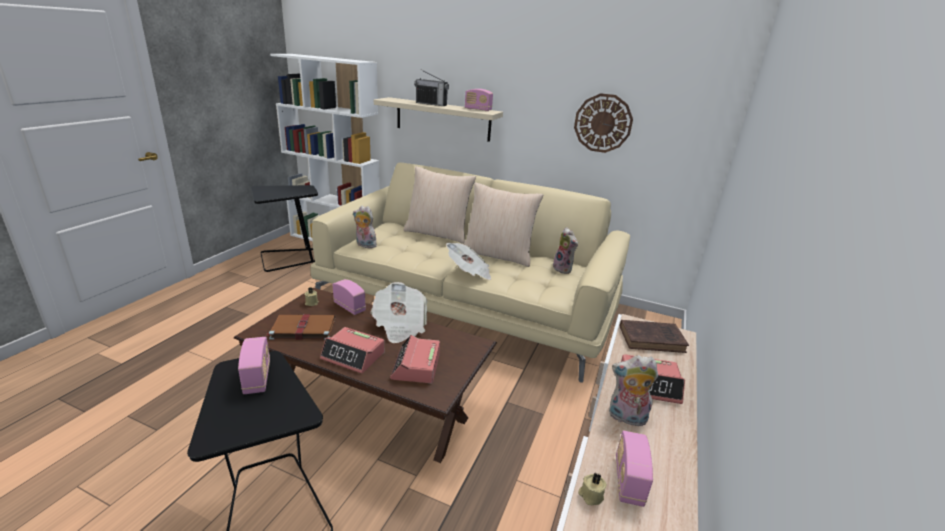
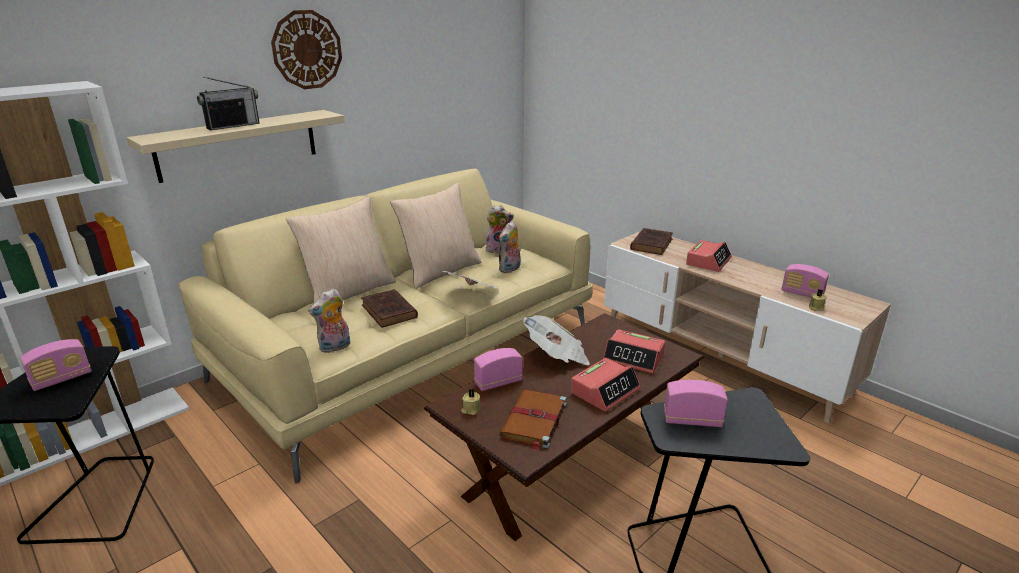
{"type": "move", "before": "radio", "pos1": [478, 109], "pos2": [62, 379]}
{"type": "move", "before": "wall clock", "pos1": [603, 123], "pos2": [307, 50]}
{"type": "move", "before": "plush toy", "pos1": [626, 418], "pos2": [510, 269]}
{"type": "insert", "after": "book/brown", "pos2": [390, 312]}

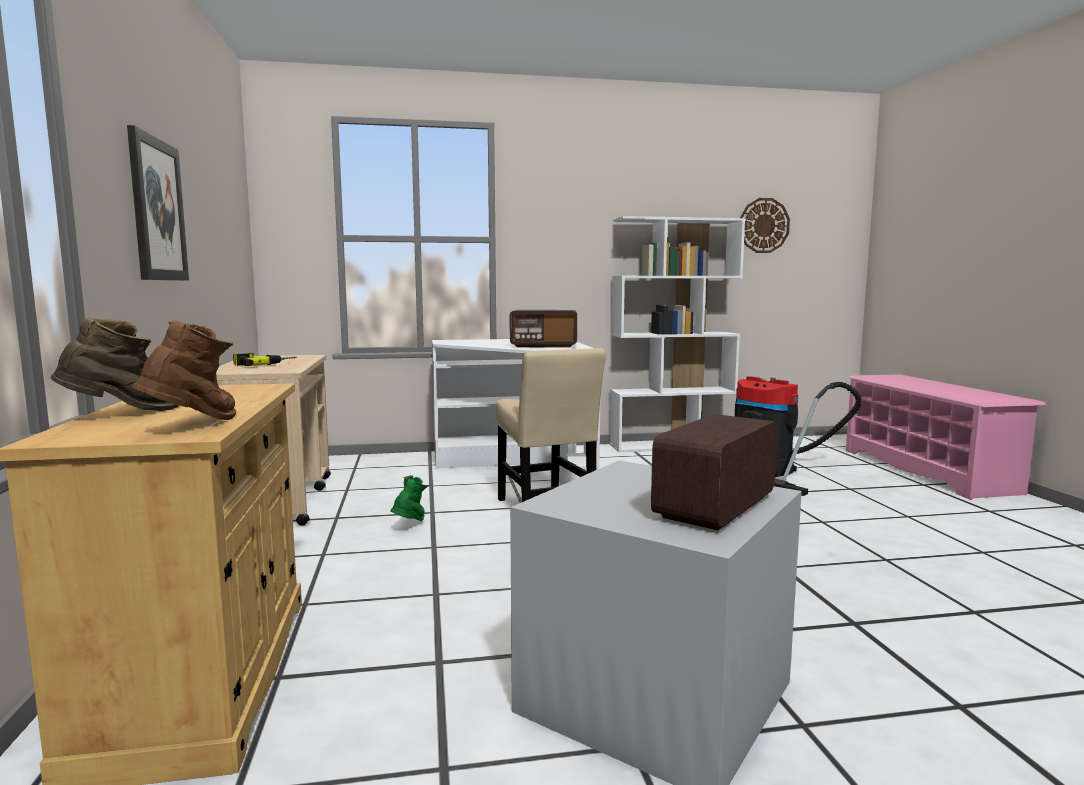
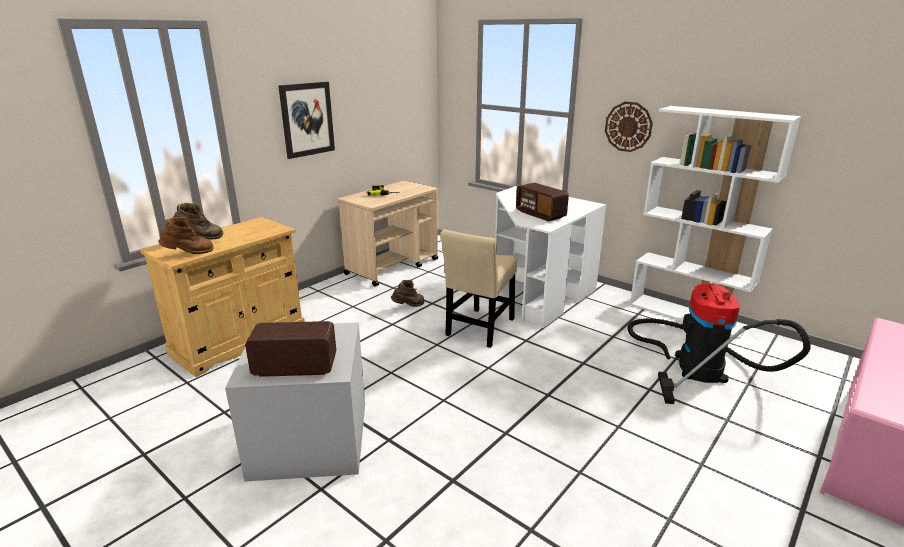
{"type": "move", "before": "wall clock", "pos1": [763, 225], "pos2": [628, 126]}
{"type": "recolor", "before": "boot/green", "after": "boot/brown", "pos1": [410, 525], "pos2": [409, 306]}

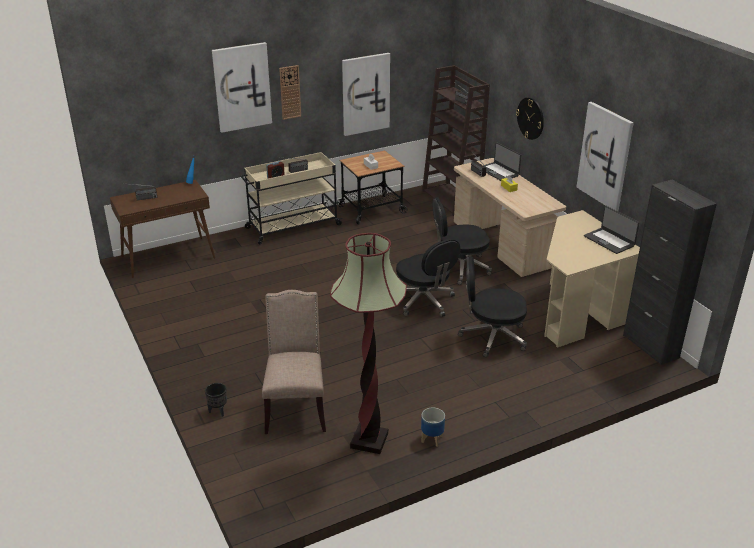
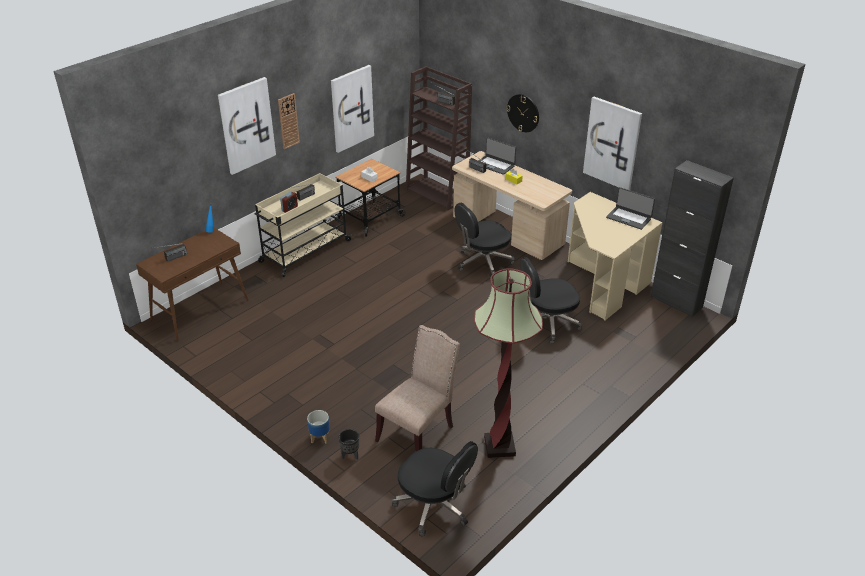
{"type": "move", "before": "office chair/black", "pos1": [424, 301], "pos2": [434, 506]}
{"type": "rotate", "before": "chair/beige", "pos1": [296, 407], "pos2": [418, 433], "turn": 60}
{"type": "move", "before": "planter", "pos1": [432, 439], "pos2": [320, 438]}

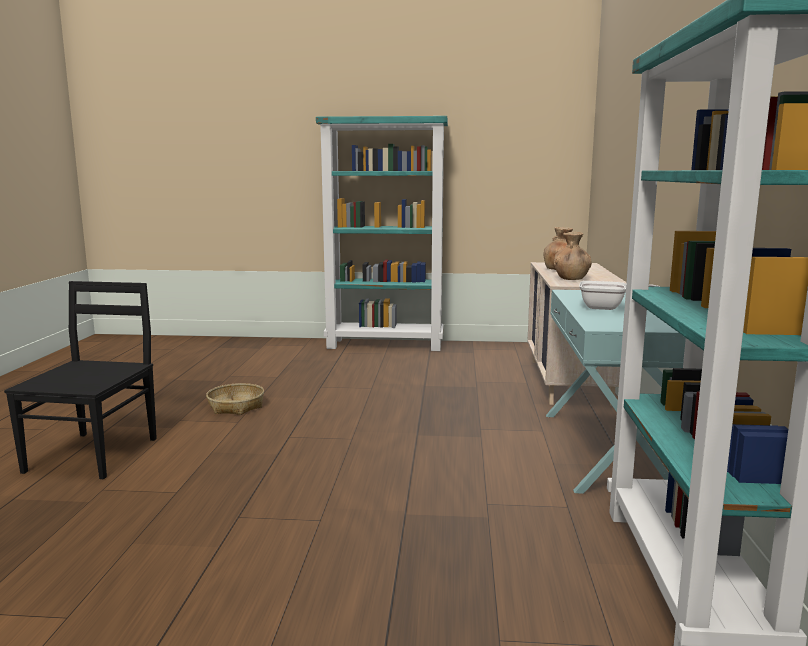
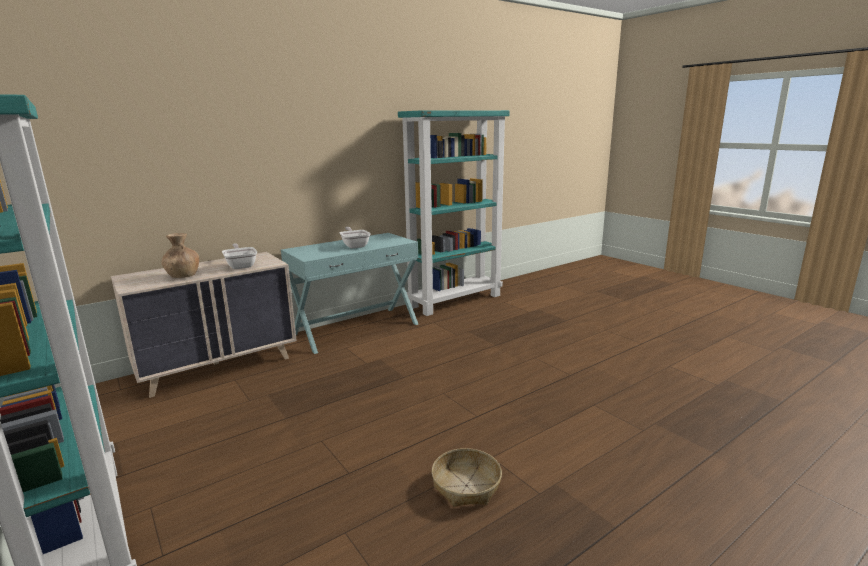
{"type": "replace", "before": "vase/brown", "after": "frying pan", "pos1": [571, 278], "pos2": [241, 265]}
{"type": "delete", "before": "chair/black", "pos1": [95, 453]}

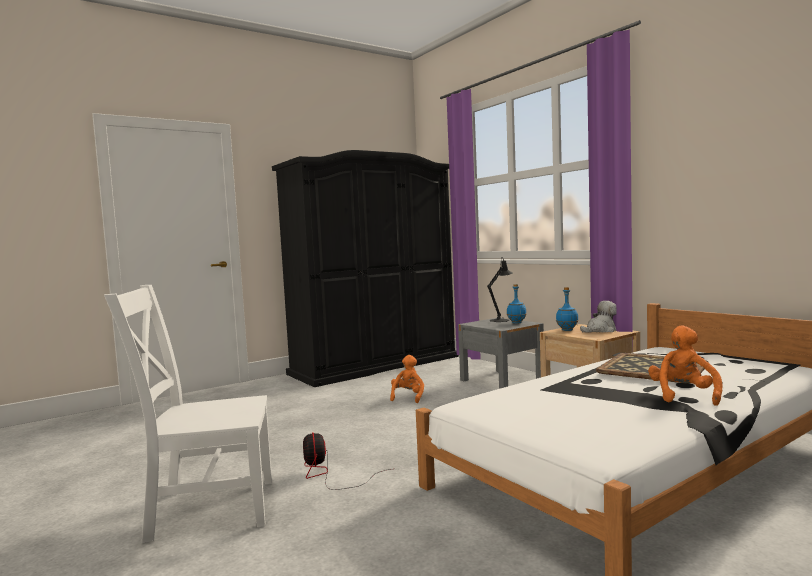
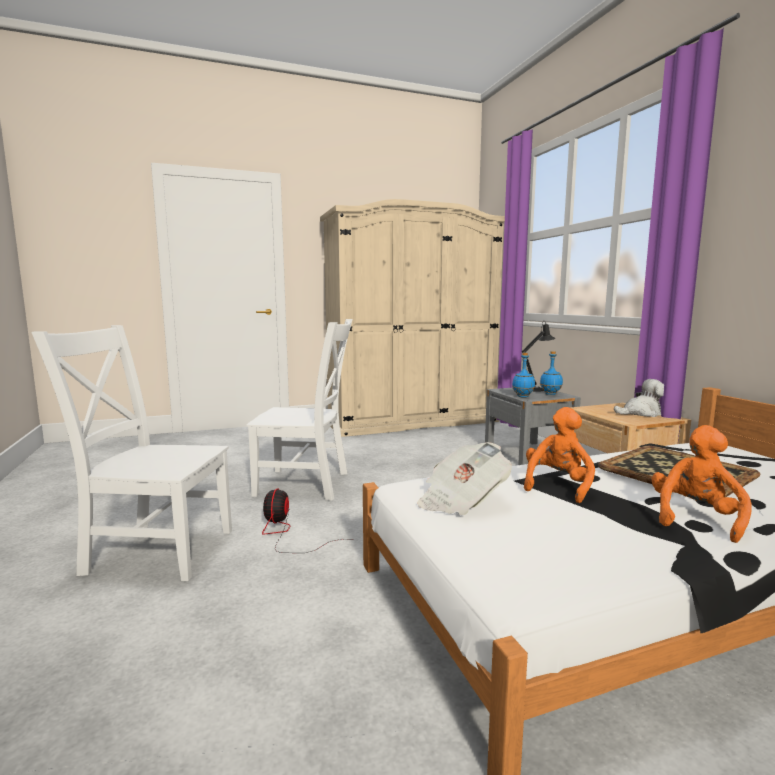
{"type": "recolor", "before": "wardrobe/black", "after": "wardrobe/beige", "pos1": [375, 365], "pos2": [411, 421]}
{"type": "move", "before": "bottle/blue", "pos1": [567, 330], "pos2": [522, 396]}
{"type": "move", "before": "plush toy/orange", "pos1": [408, 397], "pos2": [557, 486]}
{"type": "insert", "after": "chair/white", "pos2": [307, 484]}
{"type": "insert", "after": "newspaper", "pos2": [461, 501]}

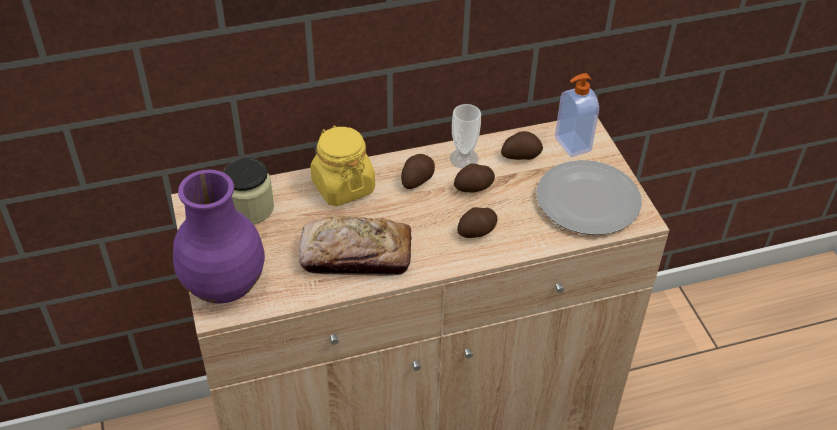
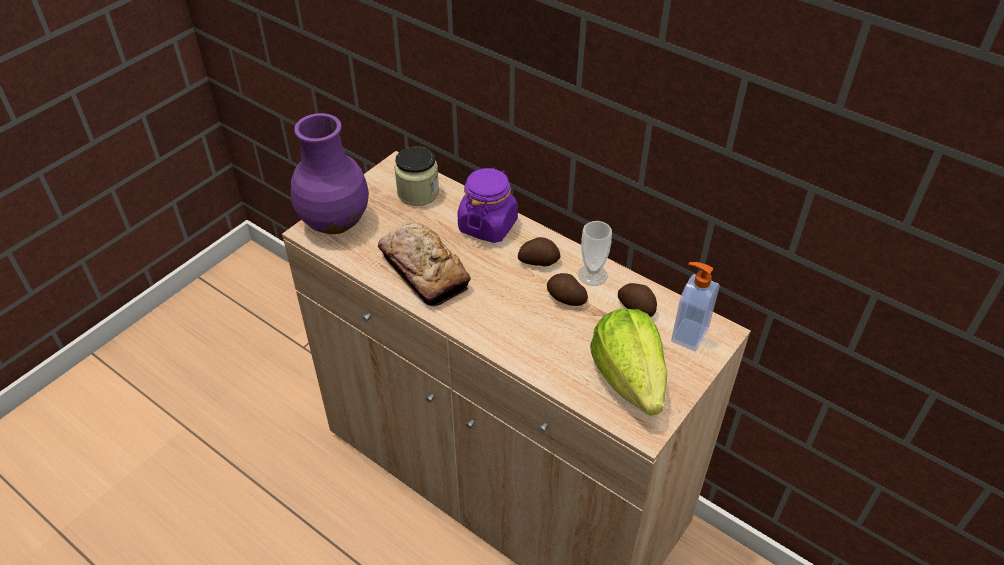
{"type": "recolor", "before": "jar/yellow", "after": "jar/purple", "pos1": [343, 186], "pos2": [488, 225]}
{"type": "replace", "before": "plate", "after": "lettuce", "pos1": [587, 199], "pos2": [629, 379]}
{"type": "delete", "before": "potato", "pos1": [478, 231]}

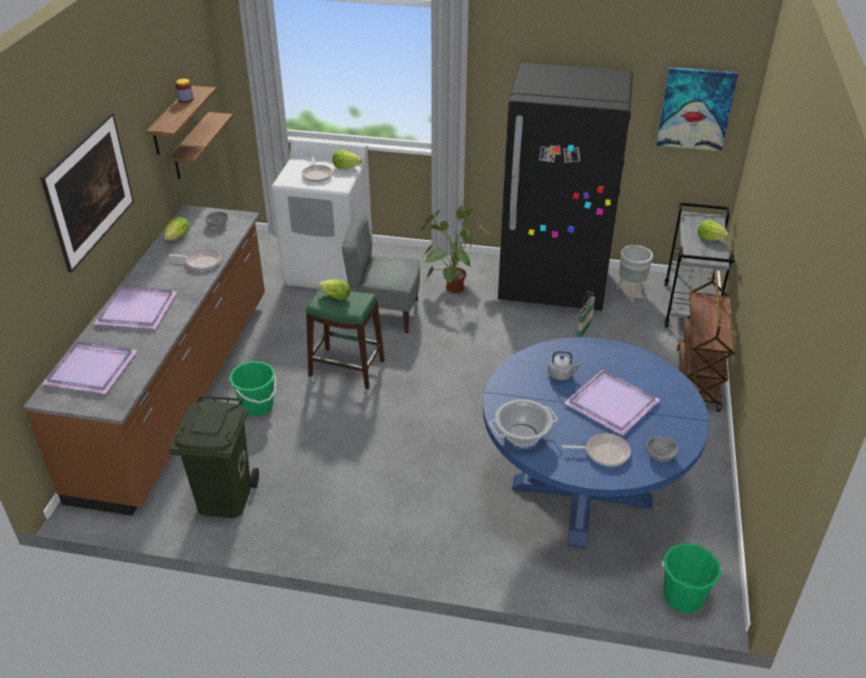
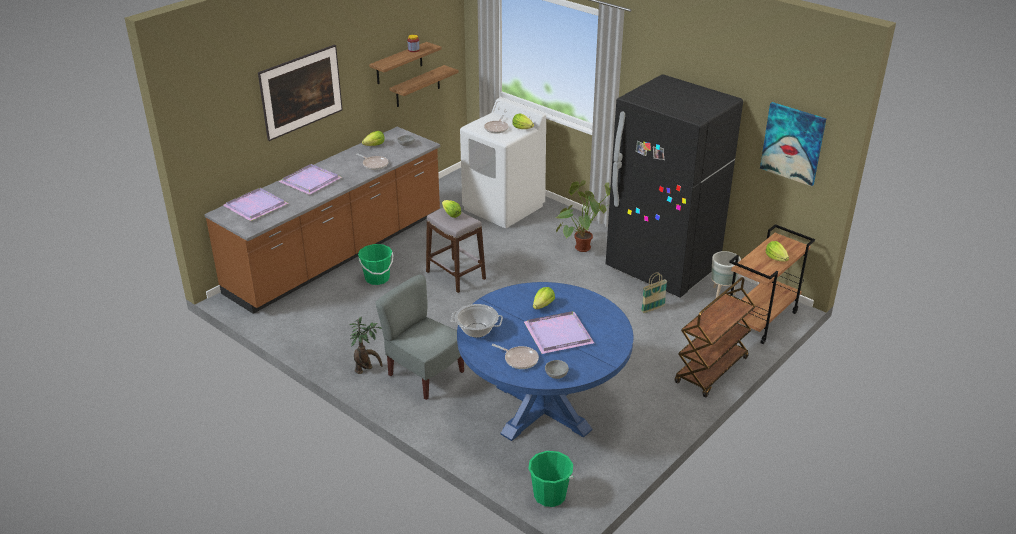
{"type": "recolor", "before": "cart/grey", "after": "cart/brown", "pos1": [689, 308], "pos2": [760, 320]}
{"type": "move", "before": "chair/grey", "pos1": [385, 313], "pos2": [424, 374]}
{"type": "recolor", "before": "stool/green", "after": "stool/grey", "pos1": [346, 368], "pos2": [456, 275]}
{"type": "replace", "before": "kettle/grey", "after": "lettuce", "pos1": [561, 375], "pos2": [543, 306]}
{"type": "delete", "before": "trash can/green", "pos1": [223, 498]}
{"type": "insert", "after": "potted plant", "pos2": [366, 369]}

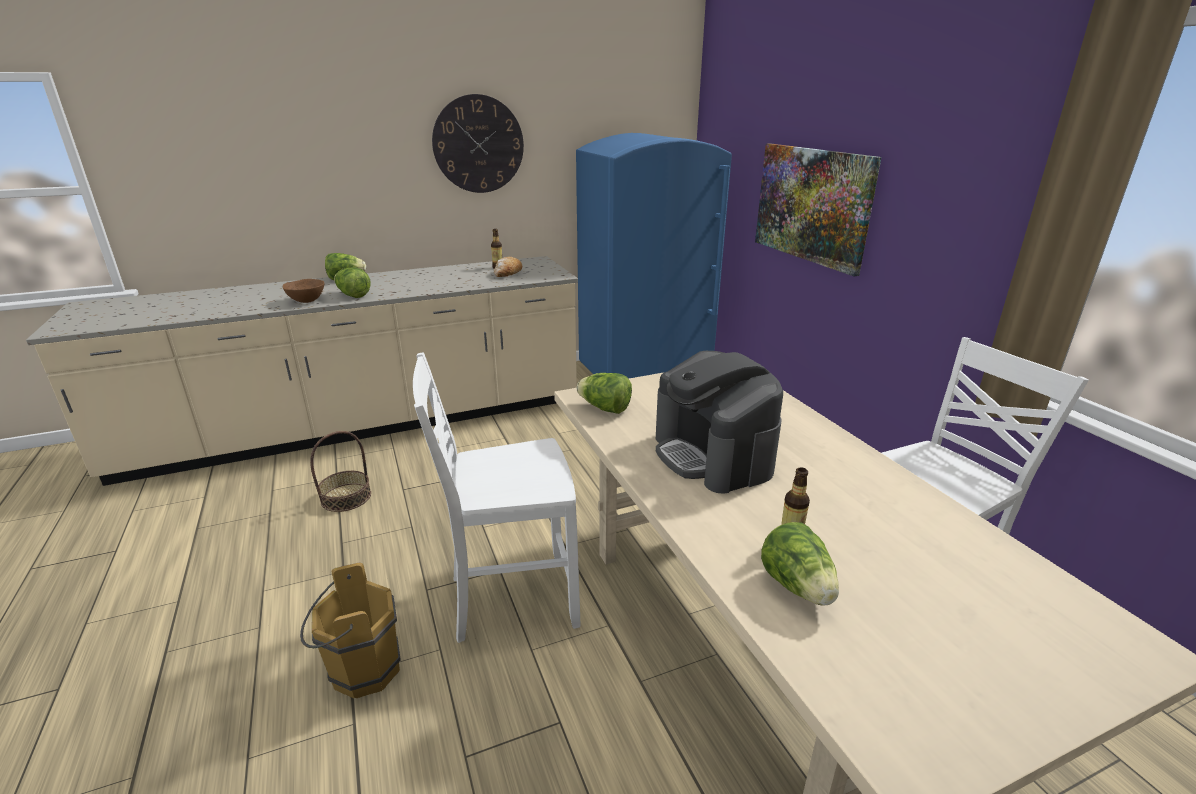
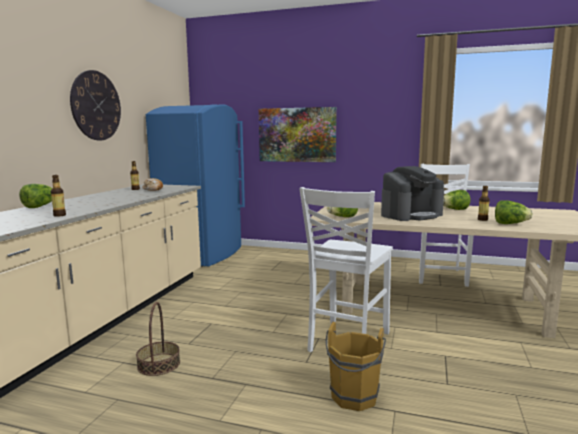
{"type": "move", "before": "lettuce", "pos1": [352, 295], "pos2": [454, 210]}
{"type": "replace", "before": "bowl/brown", "after": "bottle", "pos1": [307, 301], "pos2": [59, 215]}
{"type": "rotate", "before": "coffee machine", "pos1": [713, 455], "pos2": [411, 215], "turn": -45}

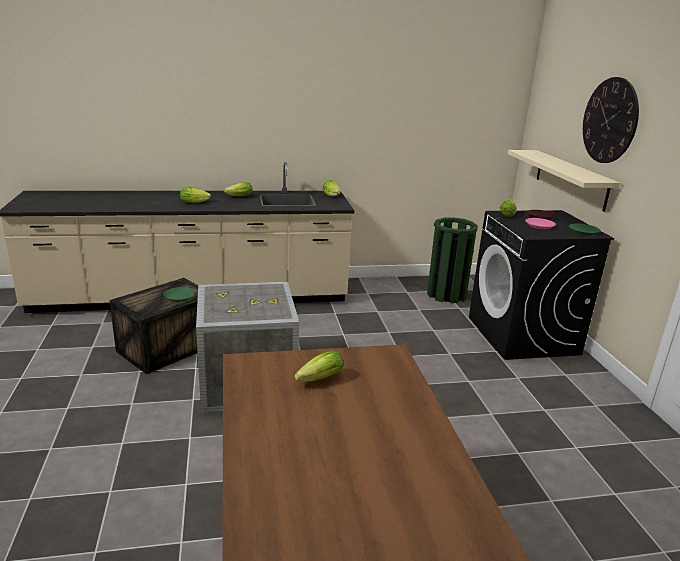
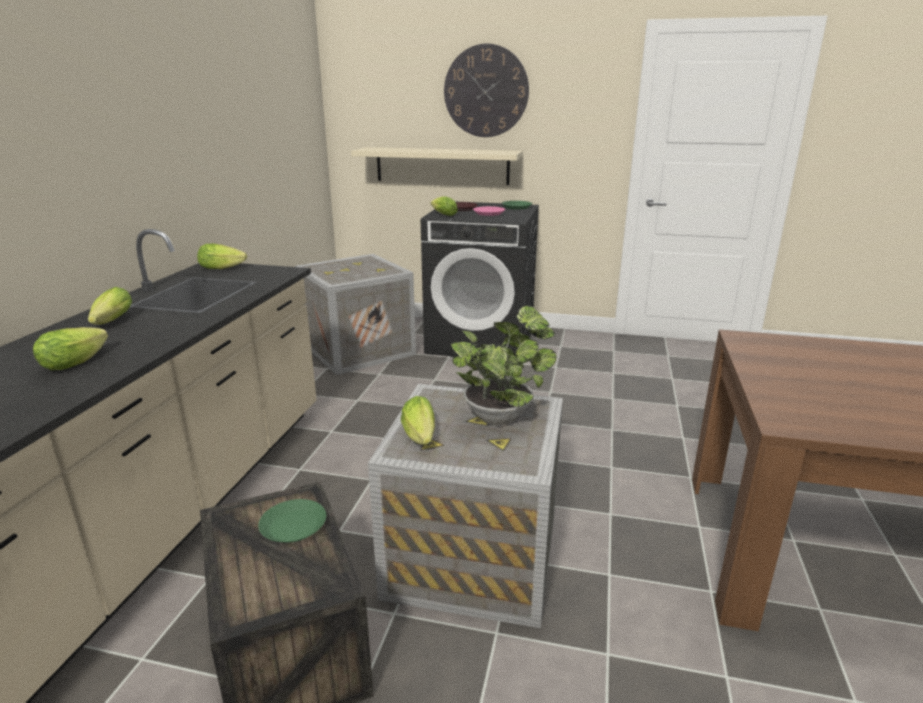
{"type": "replace", "before": "trash can/green", "after": "crate", "pos1": [446, 294], "pos2": [359, 349]}
{"type": "move", "before": "lettuce", "pos1": [317, 380], "pos2": [420, 437]}
{"type": "insert", "after": "potted plant", "pos2": [501, 415]}

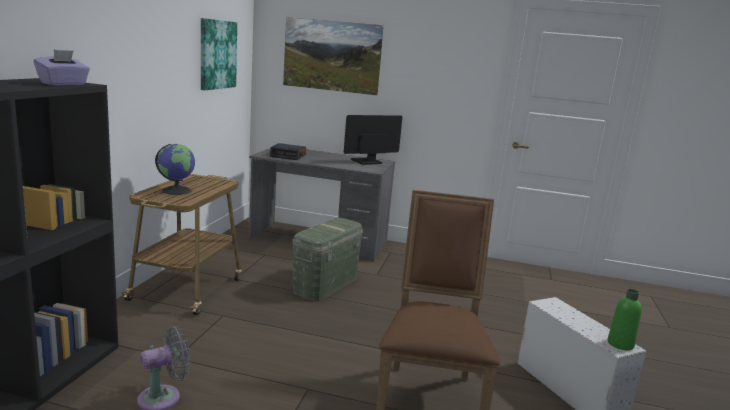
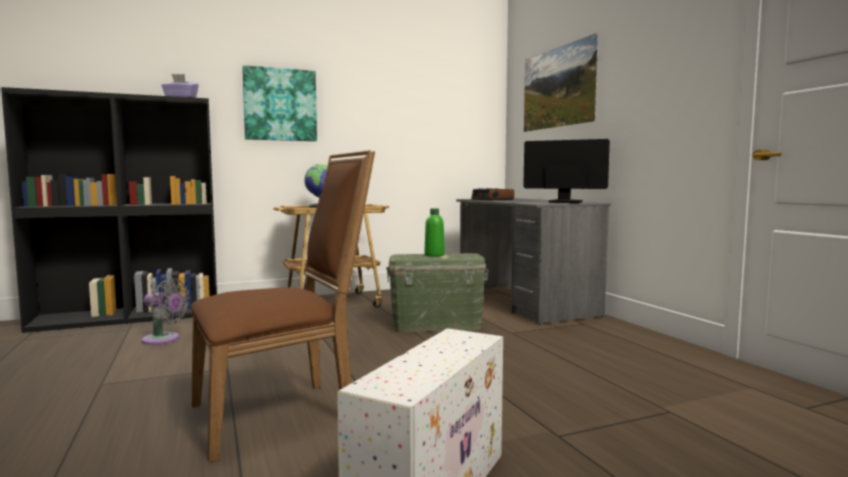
{"type": "move", "before": "picture", "pos1": [217, 54], "pos2": [280, 105]}
{"type": "move", "before": "bottle/green", "pos1": [620, 344], "pos2": [434, 255]}

